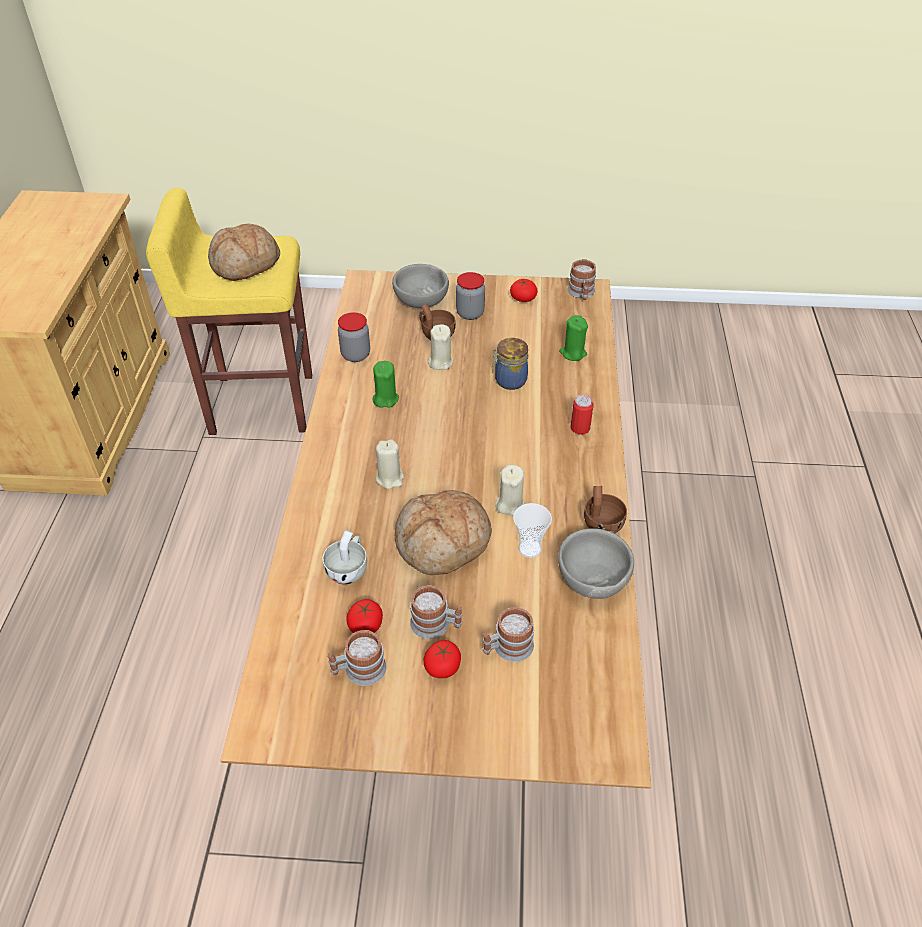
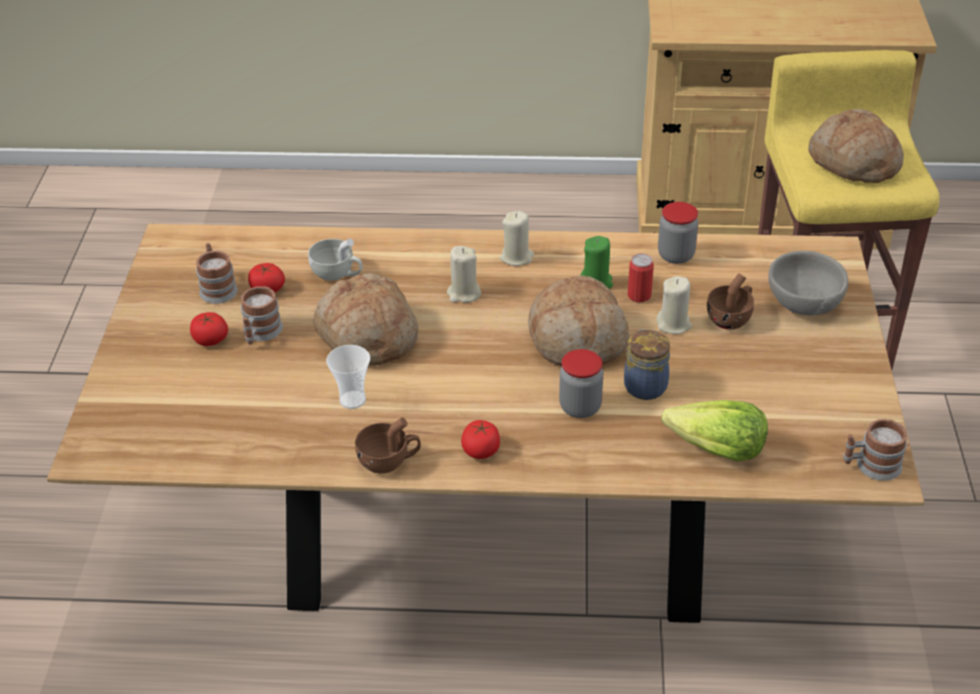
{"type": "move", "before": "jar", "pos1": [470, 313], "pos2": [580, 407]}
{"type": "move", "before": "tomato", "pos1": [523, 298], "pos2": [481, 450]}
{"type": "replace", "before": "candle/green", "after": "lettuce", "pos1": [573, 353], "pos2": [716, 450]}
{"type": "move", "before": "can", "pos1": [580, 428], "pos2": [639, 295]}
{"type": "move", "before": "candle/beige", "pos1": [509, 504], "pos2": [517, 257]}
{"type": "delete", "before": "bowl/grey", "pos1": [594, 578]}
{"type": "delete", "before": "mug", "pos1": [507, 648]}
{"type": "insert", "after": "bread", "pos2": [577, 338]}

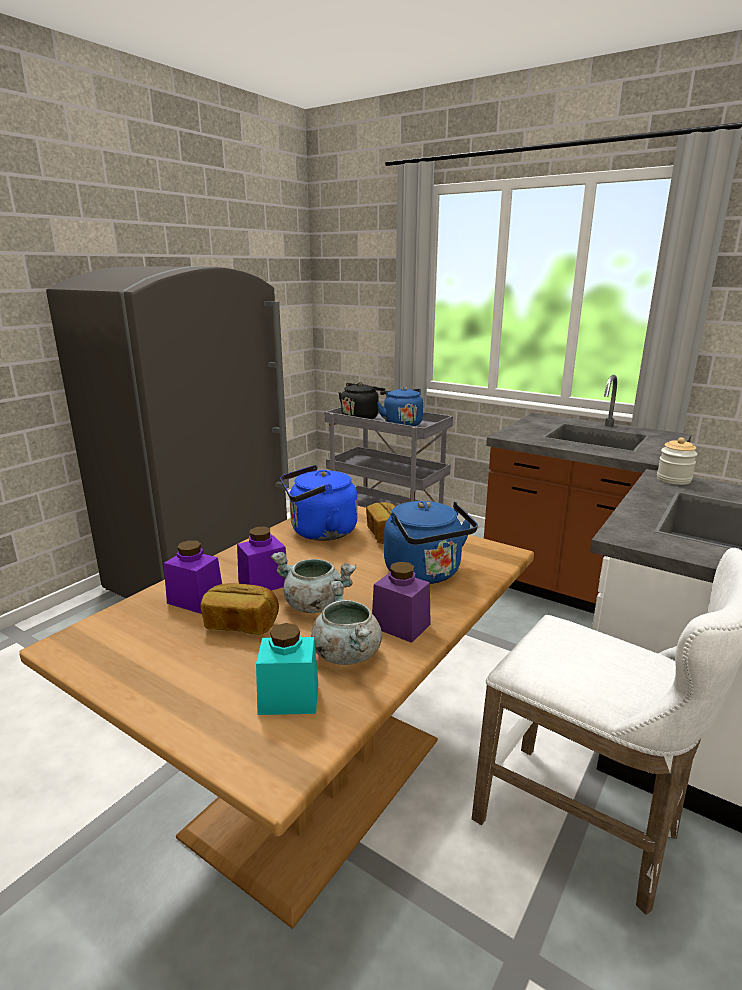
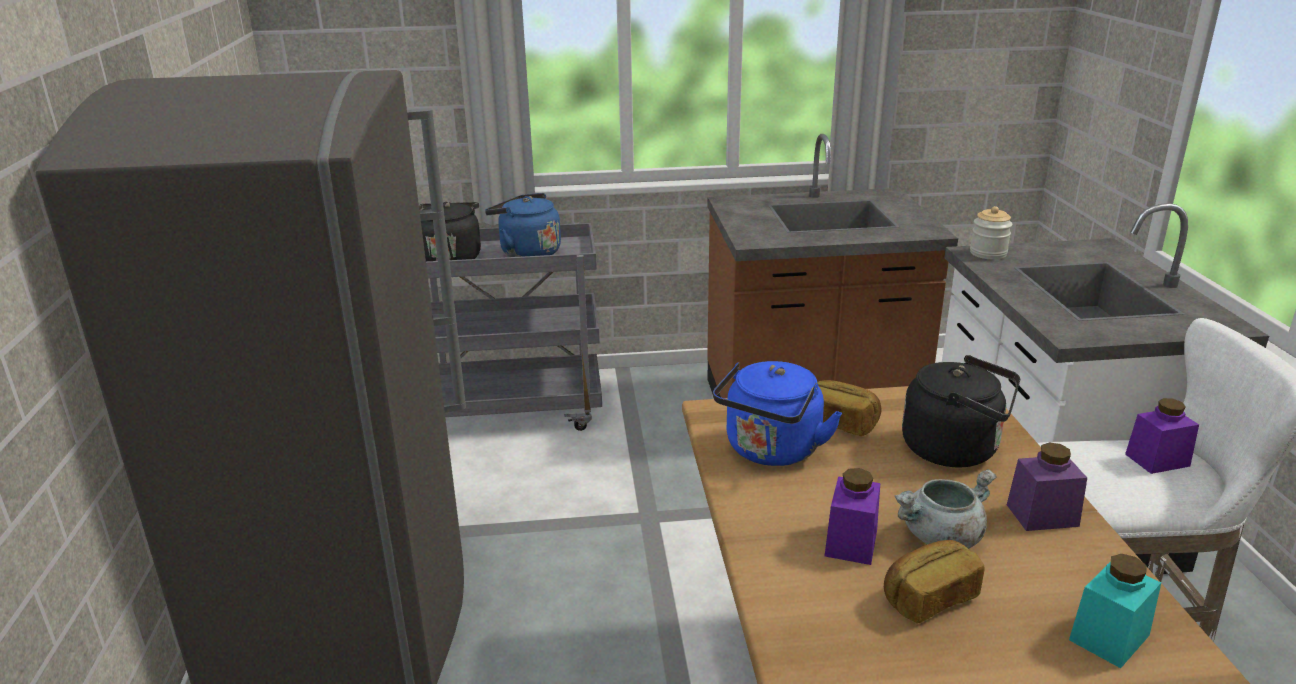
{"type": "recolor", "before": "kettle/blue", "after": "kettle/black", "pos1": [426, 573], "pos2": [956, 450]}
{"type": "move", "before": "jar/purple", "pos1": [195, 600], "pos2": [1157, 460]}
{"type": "delete", "before": "cooking pot/grey", "pos1": [346, 653]}

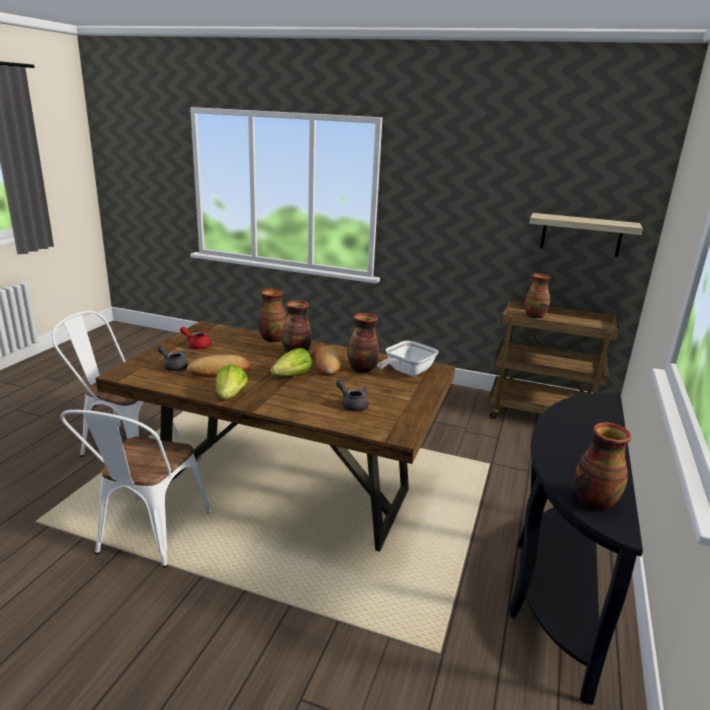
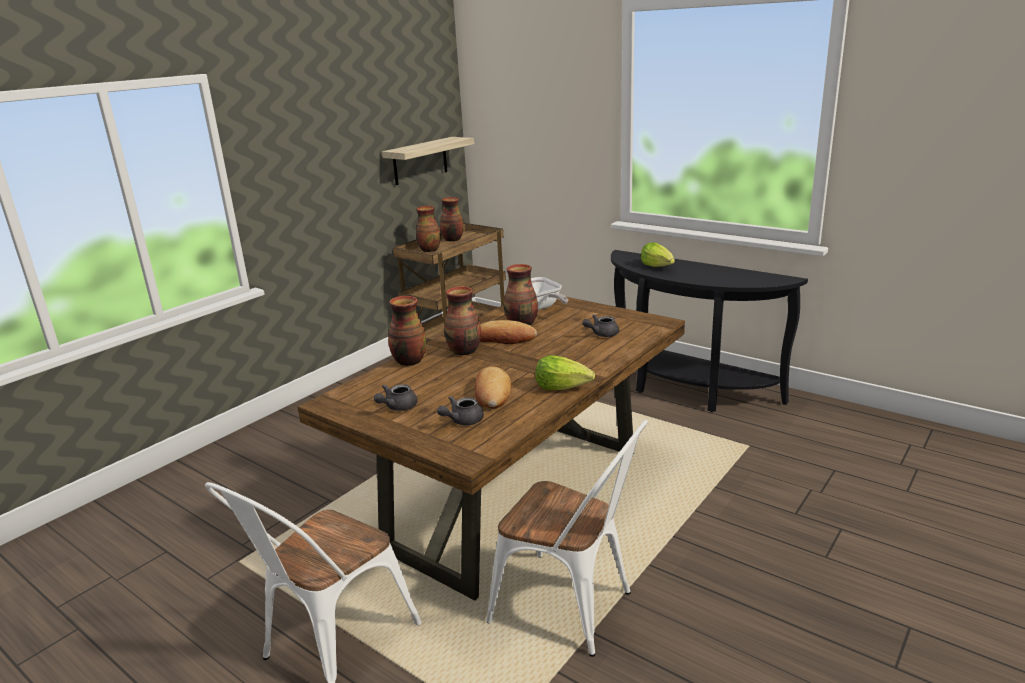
{"type": "recolor", "before": "teapot/red", "after": "teapot/grey", "pos1": [197, 345], "pos2": [397, 407]}
{"type": "move", "before": "lettuce", "pos1": [292, 376], "pos2": [658, 266]}
{"type": "move", "before": "vase", "pos1": [593, 501], "pos2": [452, 240]}

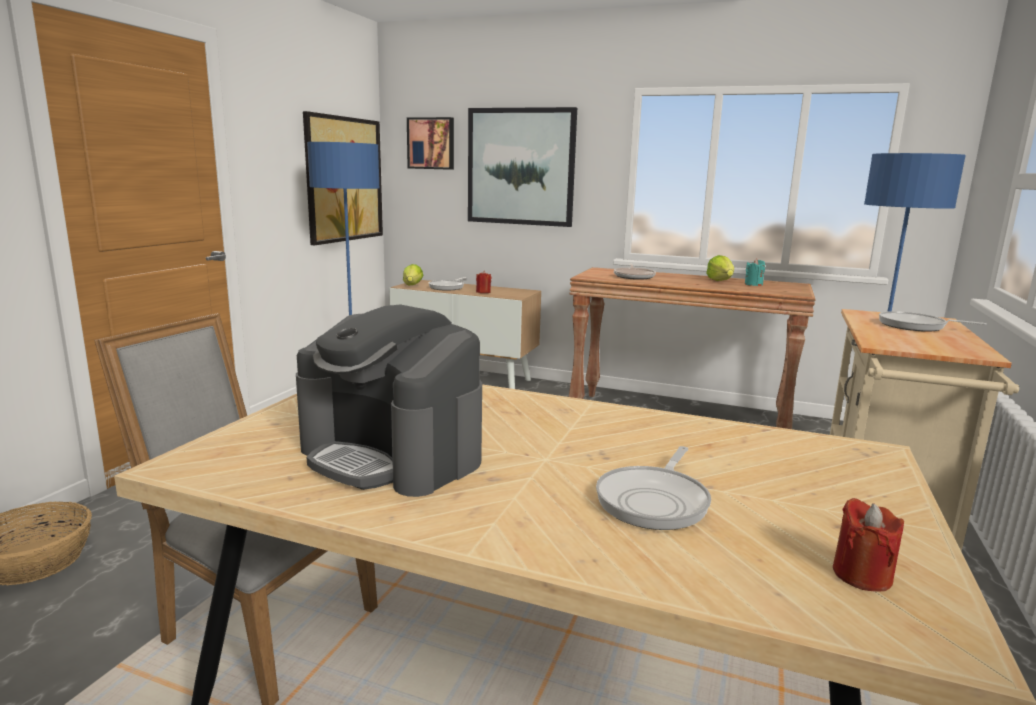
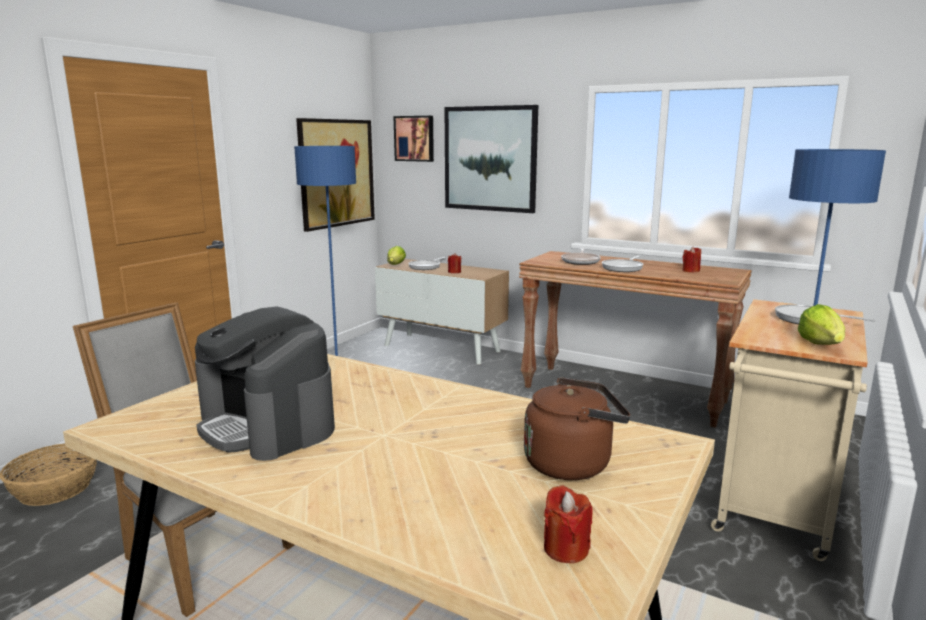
{"type": "move", "before": "lettuce", "pos1": [720, 281], "pos2": [820, 344]}
{"type": "recolor", "before": "candle/turquoise", "after": "candle/red", "pos1": [753, 284], "pos2": [690, 271]}
{"type": "move", "before": "frying pan", "pos1": [655, 501], "pos2": [623, 268]}
{"type": "insert", "after": "kettle/brown", "pos2": [572, 463]}

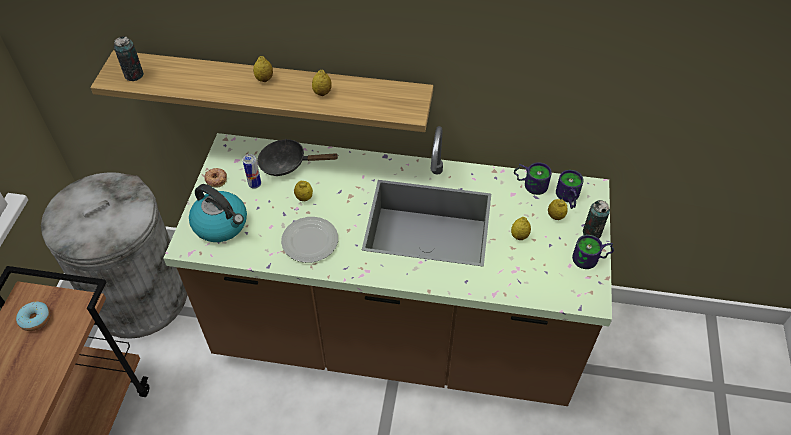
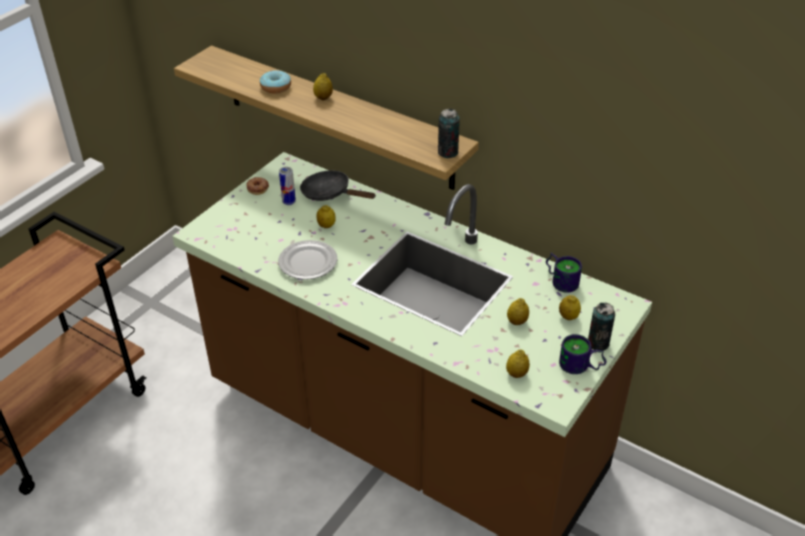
{"type": "move", "before": "can", "pos1": [134, 75], "pos2": [448, 152]}
{"type": "move", "before": "lemon", "pos1": [322, 93], "pos2": [516, 374]}
{"type": "delete", "before": "mug", "pos1": [567, 198]}
{"type": "delete", "before": "trash can/grey", "pos1": [140, 296]}
{"type": "delete", "before": "kettle", "pos1": [221, 224]}
{"type": "move", "before": "donut", "pos1": [35, 319], "pos2": [276, 87]}

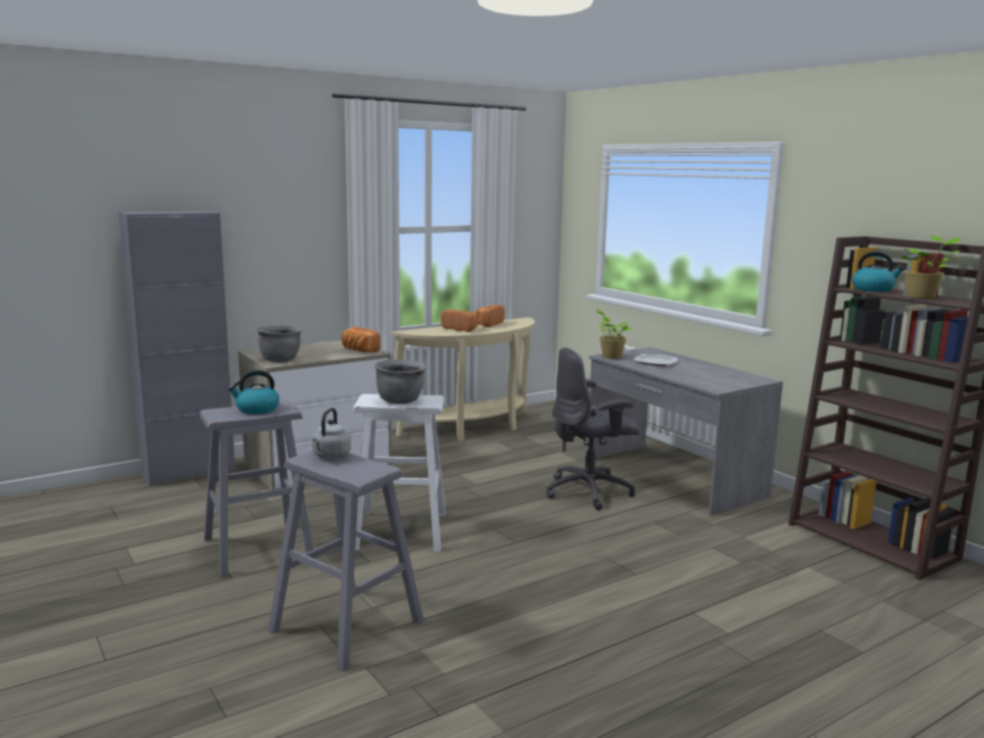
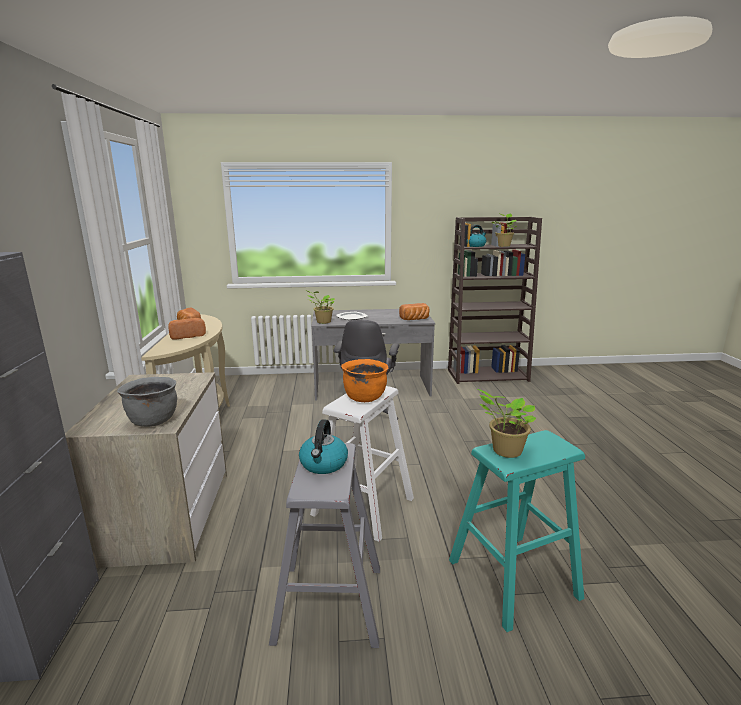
{"type": "move", "before": "bread", "pos1": [359, 350], "pos2": [415, 319]}
{"type": "recolor", "before": "cooking pot/grey", "after": "cooking pot/orange", "pos1": [400, 401], "pos2": [364, 397]}
{"type": "replace", "before": "kettle/grey", "after": "potted plant", "pos1": [330, 456], "pos2": [504, 451]}
{"type": "recolor", "before": "stool/grey", "after": "stool/turquoise", "pos1": [346, 626], "pos2": [512, 579]}

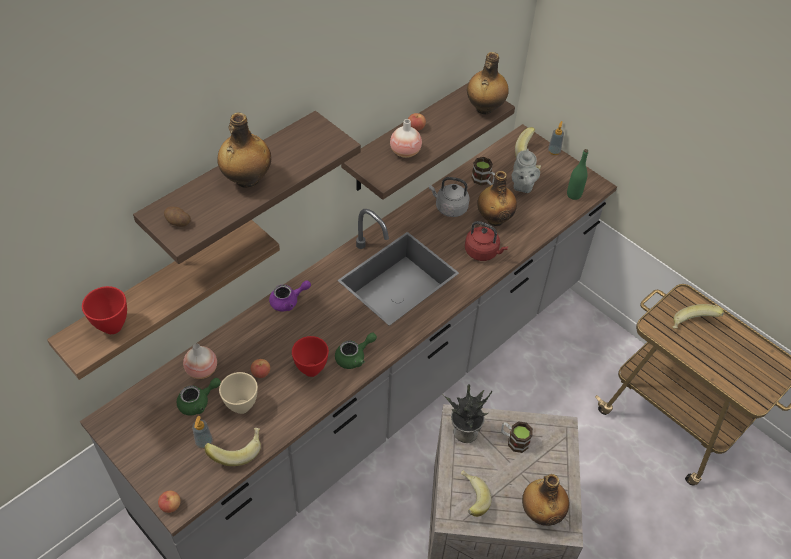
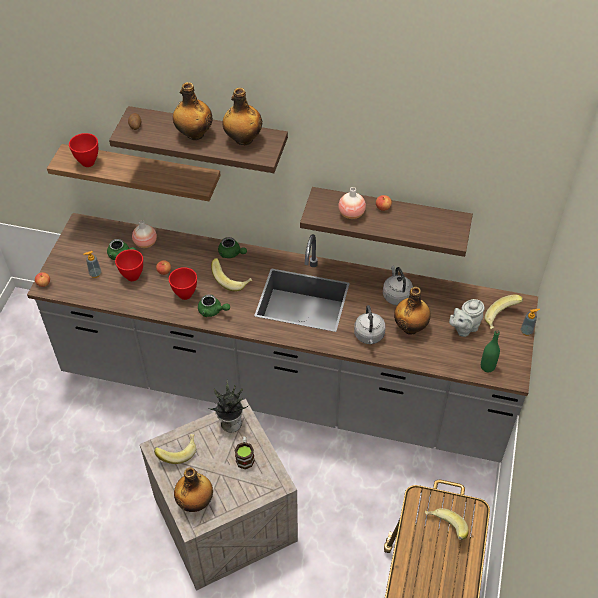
{"type": "move", "before": "bottle", "pos1": [484, 108], "pos2": [243, 139]}
{"type": "delete", "before": "mug", "pos1": [483, 181]}
{"type": "recolor", "before": "kettle/red", "after": "kettle/grey", "pos1": [483, 252], "pos2": [369, 336]}
{"type": "recolor", "before": "teapot/purple", "after": "teapot/green", "pos1": [288, 301], "pos2": [231, 253]}
{"type": "recolor", "before": "bowl/beige", "after": "bowl/red", "pos1": [242, 405], "pos2": [133, 276]}
{"type": "move", "before": "banana", "pos1": [236, 450], "pos2": [232, 280]}

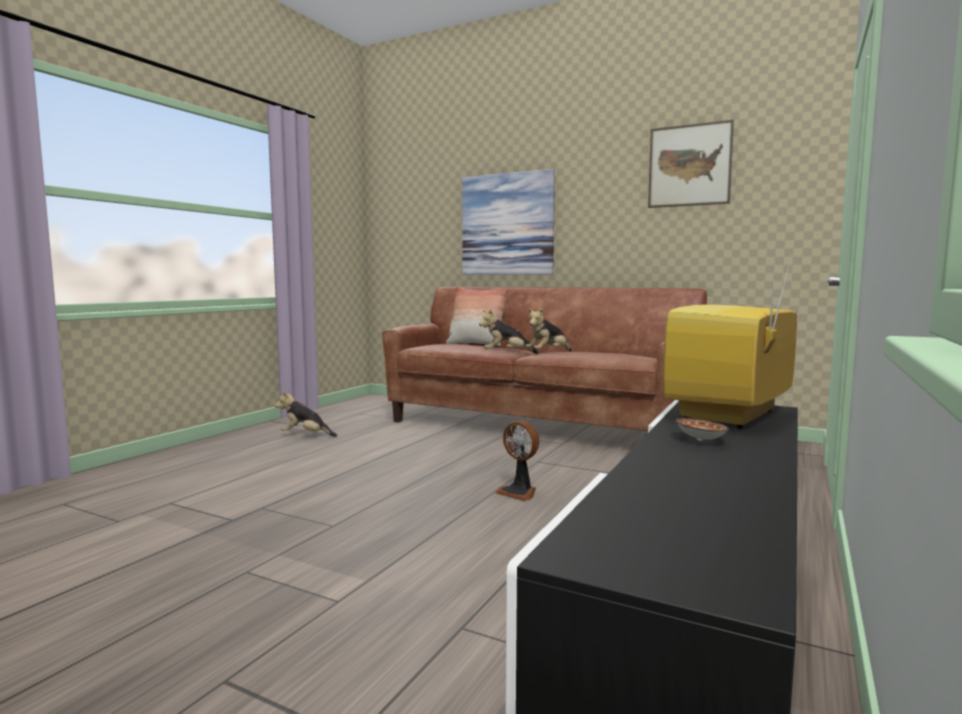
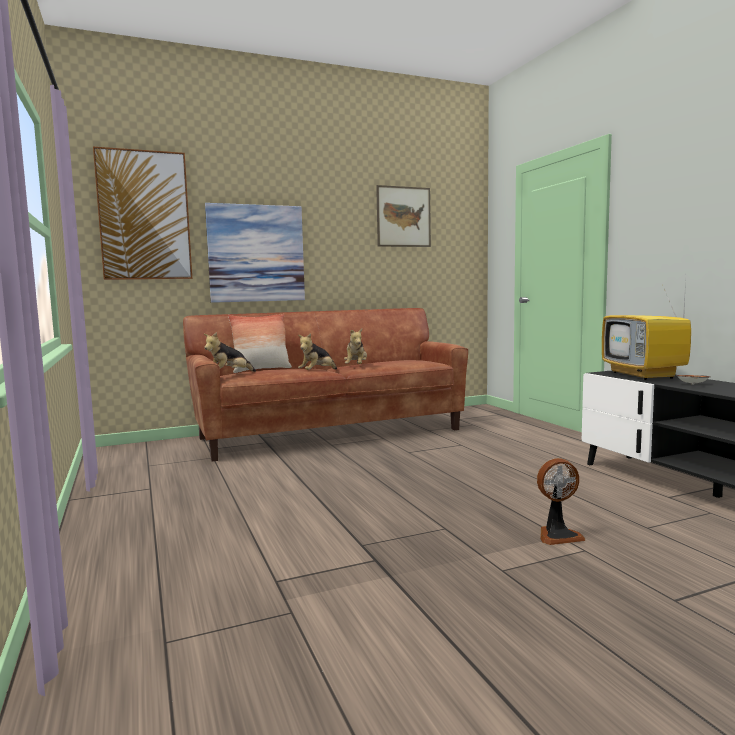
{"type": "move", "before": "plush toy", "pos1": [305, 435], "pos2": [229, 375]}
{"type": "move", "before": "fan", "pos1": [519, 492], "pos2": [557, 535]}
{"type": "insert", "after": "picture", "pos2": [144, 216]}

